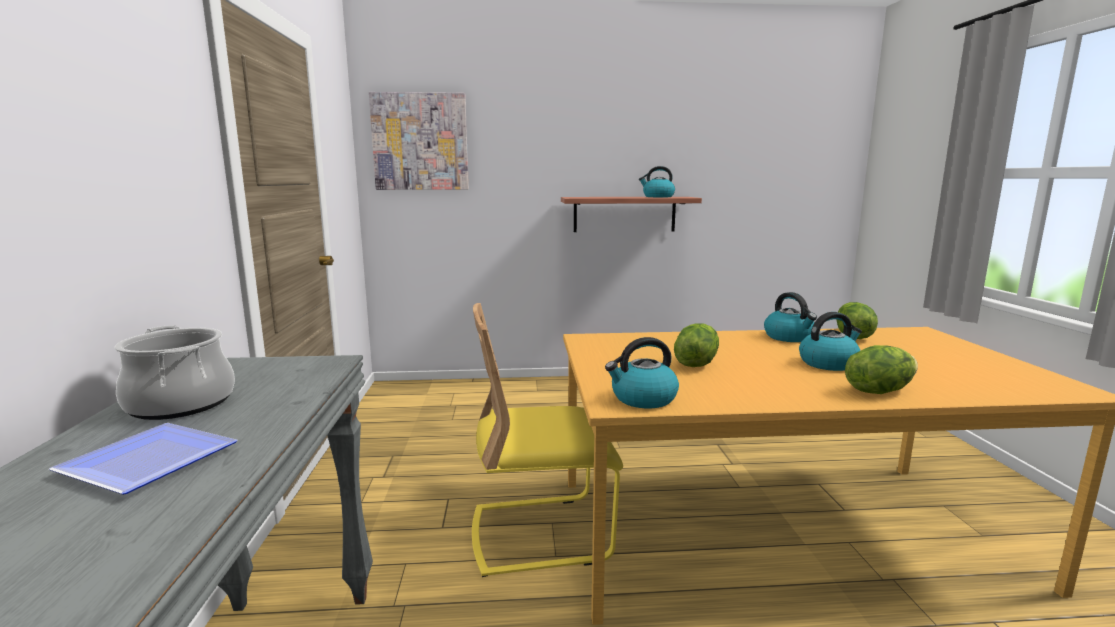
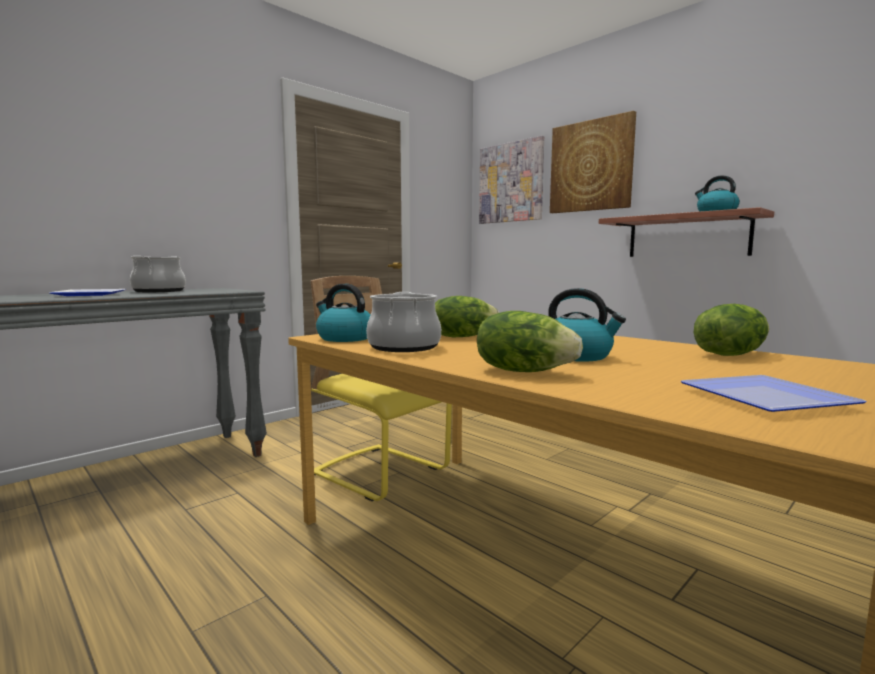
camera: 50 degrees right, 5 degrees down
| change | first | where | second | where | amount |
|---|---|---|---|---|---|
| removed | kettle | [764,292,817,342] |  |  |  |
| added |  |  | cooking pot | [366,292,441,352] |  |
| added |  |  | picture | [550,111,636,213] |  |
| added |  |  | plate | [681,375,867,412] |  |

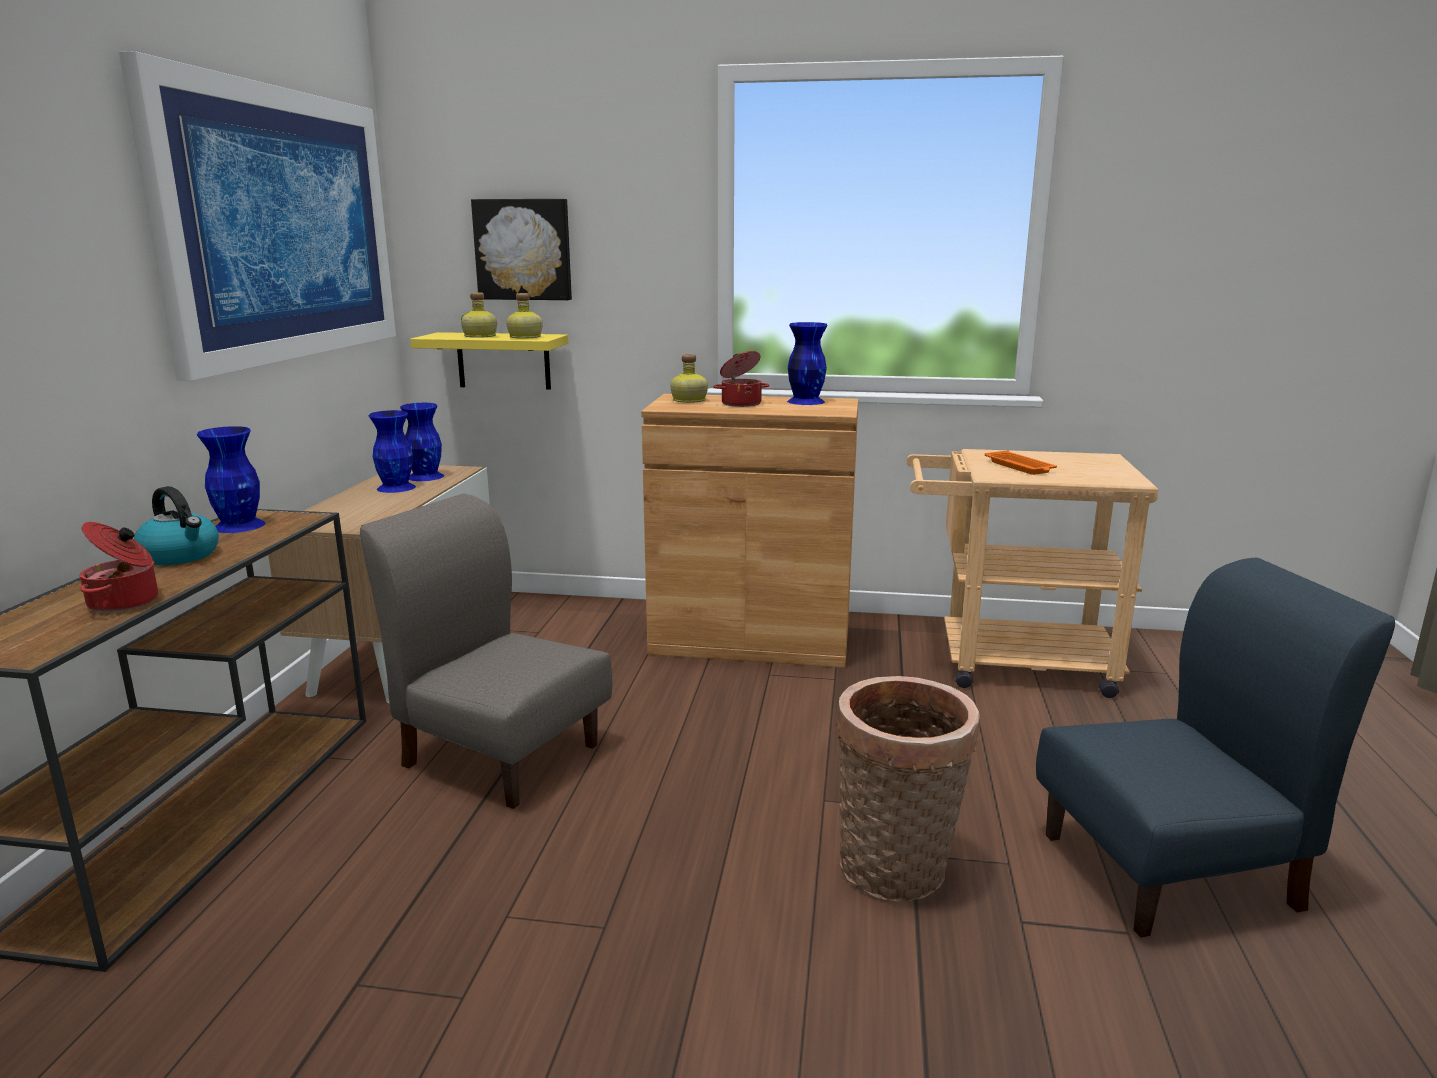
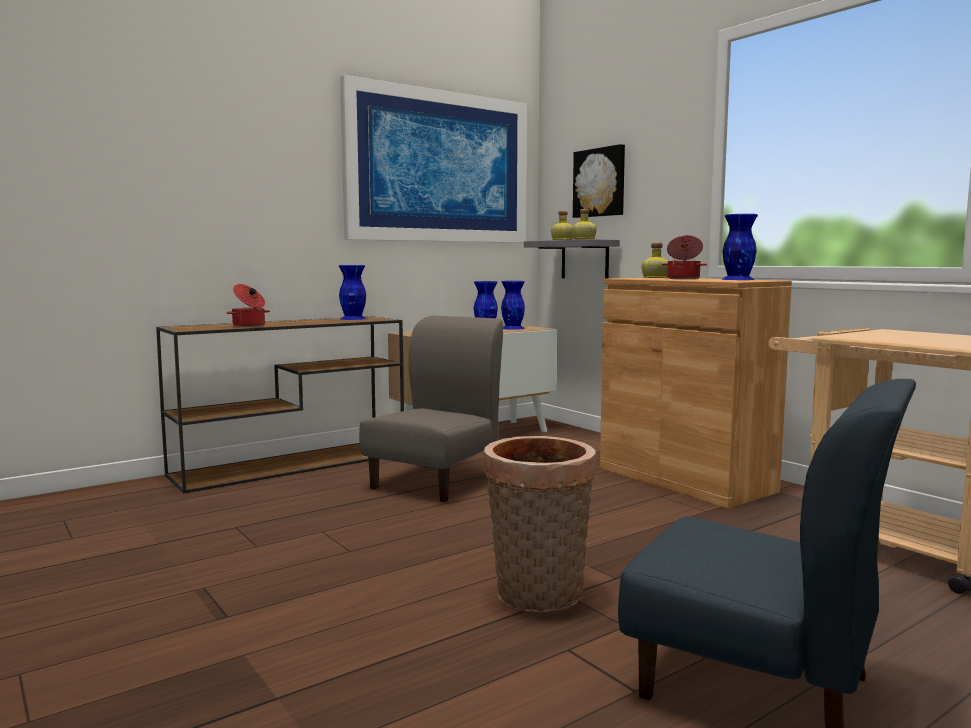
camera: 45 degrees right, 10 degrees down
| change | first | where | second | where | amount |
|---|---|---|---|---|---|
| removed | kettle | [134,486,219,565] |  |  |  |
| turned | grey chair | [360,494,612,809] |  | [359,315,503,502] | 45 degrees clockwise |
| recoloured | yellow shelf | [410,332,568,390] | grey shelf | [524,239,620,279] |  |
| removed | orange tray | [985,450,1057,475] |  |  |  |

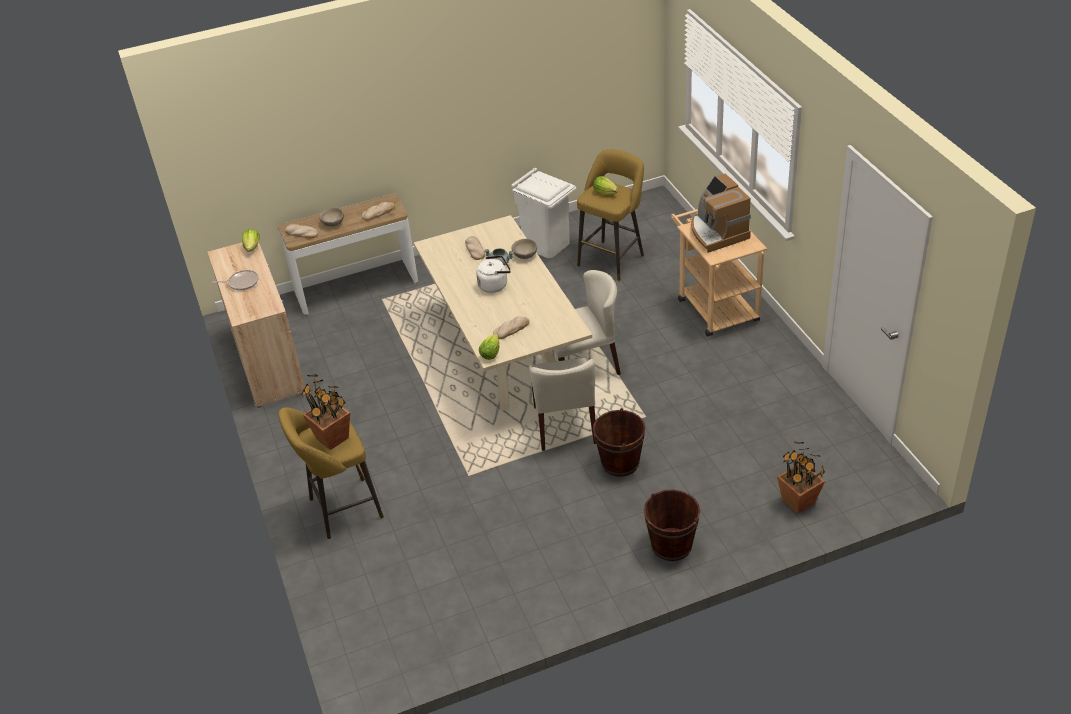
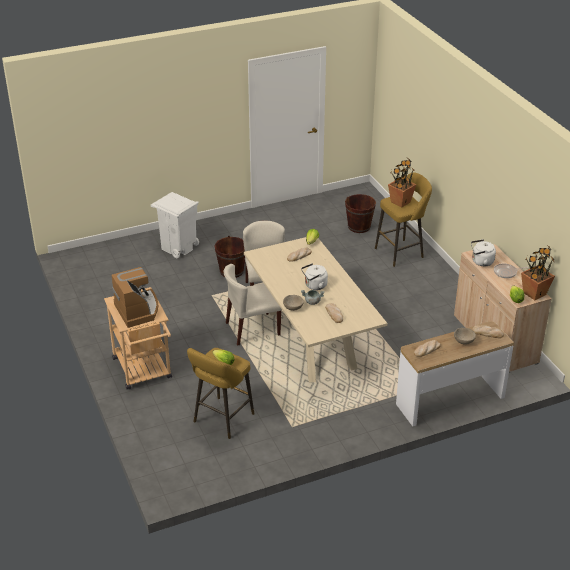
camera: 175 degrees right, 5 degrees down
| change | first | where | second | where | amount |
|---|---|---|---|---|---|
| moved | white trash can | [511,168,576,258] |  | [151,192,199,258] |  |
| moved | brown bucket | [644,489,700,561] |  | [345,194,376,233] |  |
| moved | potted plant | [777,442,825,514] |  | [521,245,555,300] |  |
| added |  |  | white kettle | [471,239,496,266] |  |

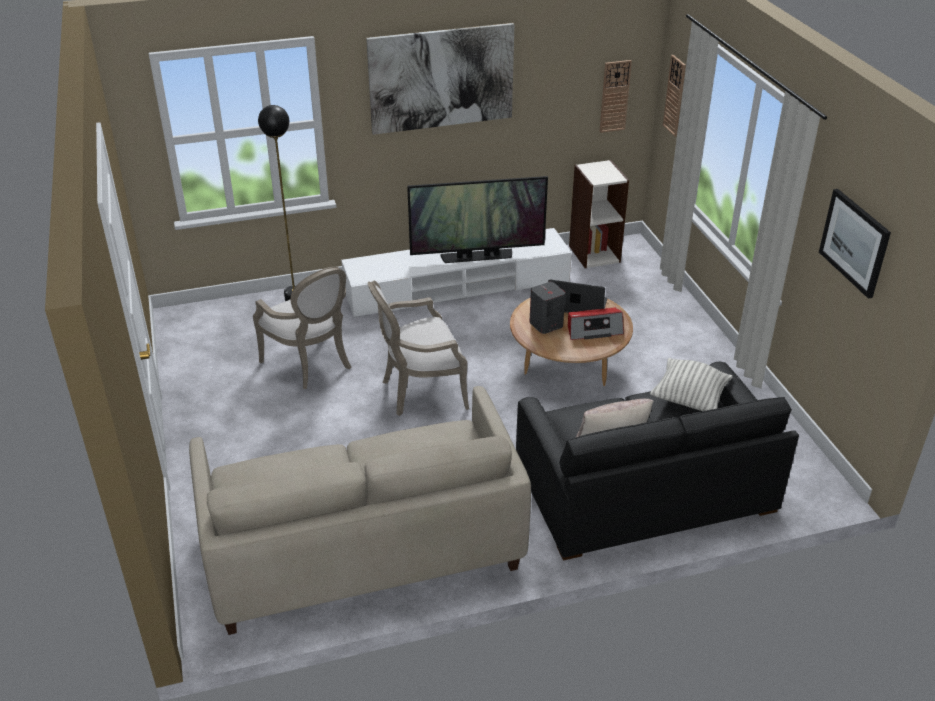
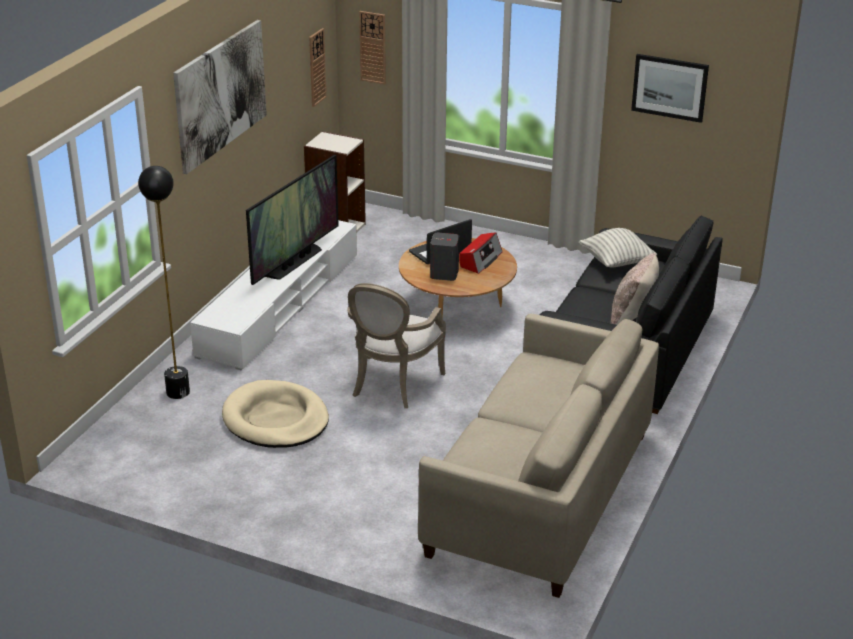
camera: 50 degrees left, 5 degrees down
| change | first | where | second | where | amount |
|---|---|---|---|---|---|
| replaced | armchair | [253,267,352,389] | beige dog bed | [222,380,329,448] |  |

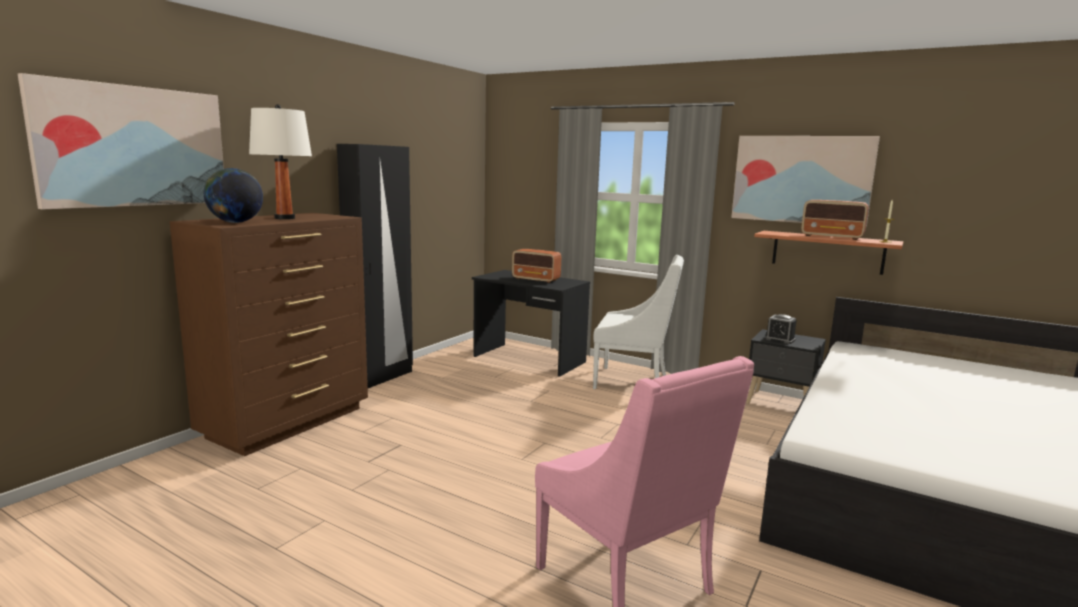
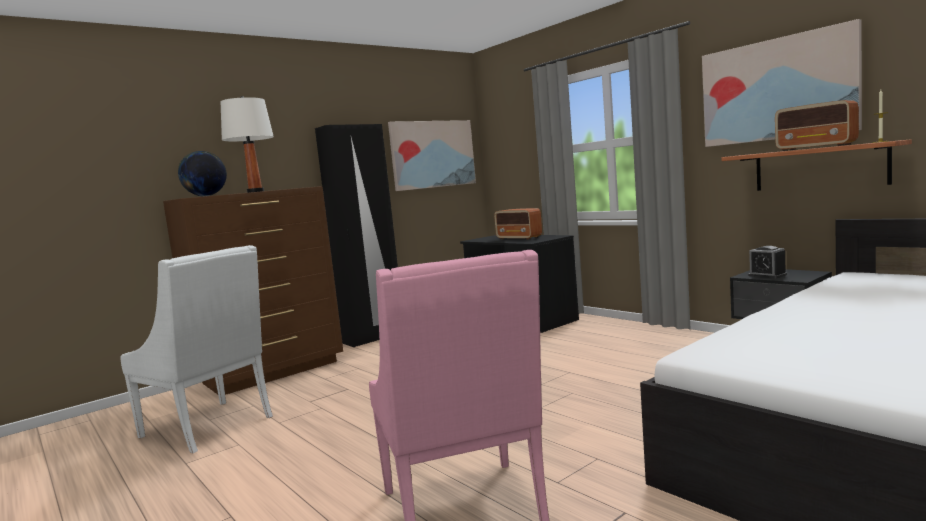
camera: 20 degrees right, 5 degrees down
| change | first | where | second | where | amount |
|---|---|---|---|---|---|
| moved | picture | [18,73,224,209] |  | [388,120,476,191] |  |
| moved | white armchair | [593,255,684,389] |  | [121,245,273,453] |  |

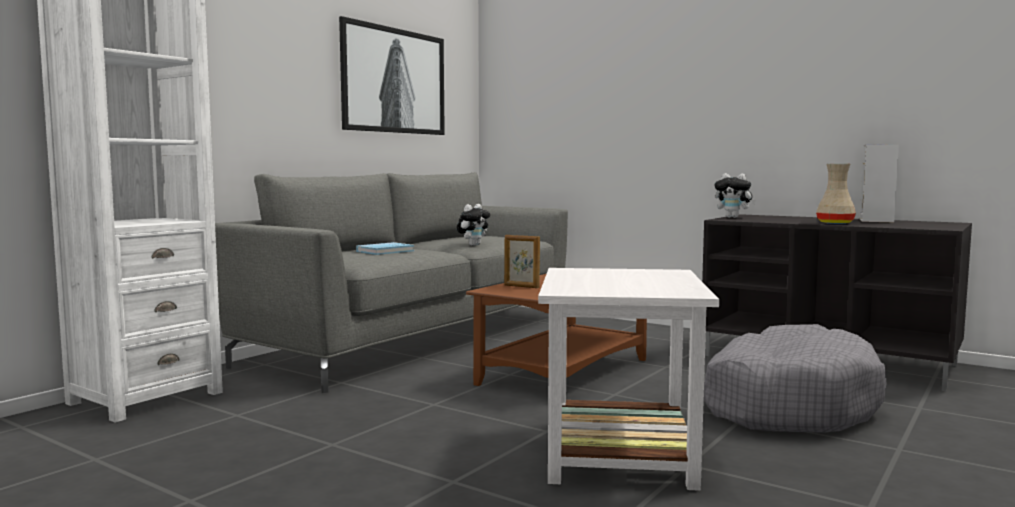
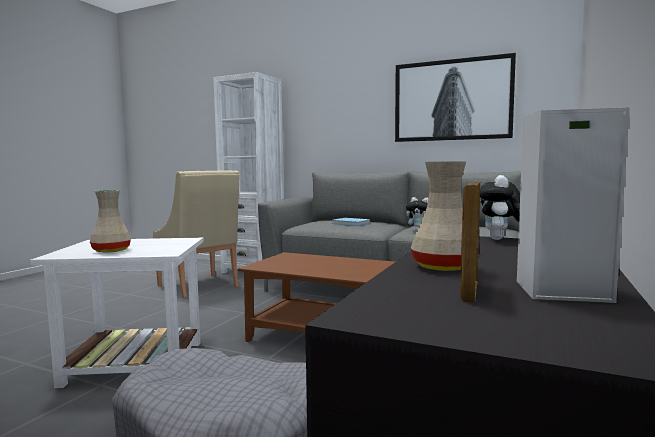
camera: 80 degrees right, 0 degrees up
| change | first | where | second | where | amount |
|---|---|---|---|---|---|
| moved | picture frame | [504,235,540,288] |  | [460,182,480,302] |  |
| added |  |  | beige vase | [90,190,131,253] |  |
| added |  |  | beige armchair | [153,170,240,298] |  |

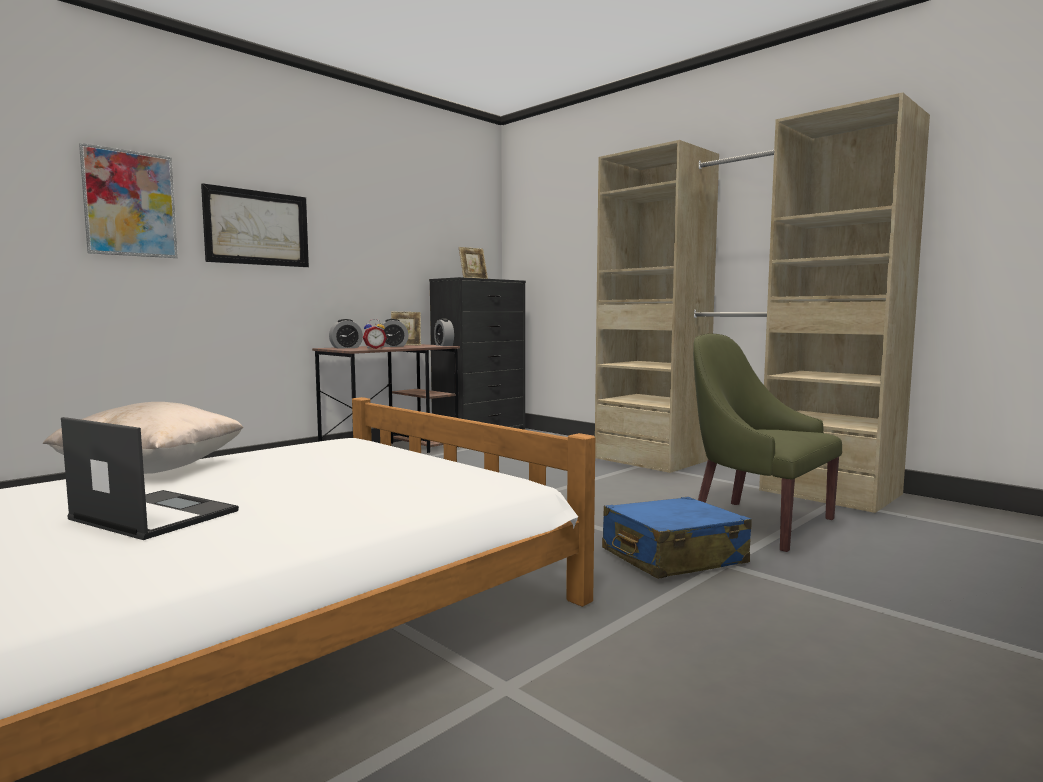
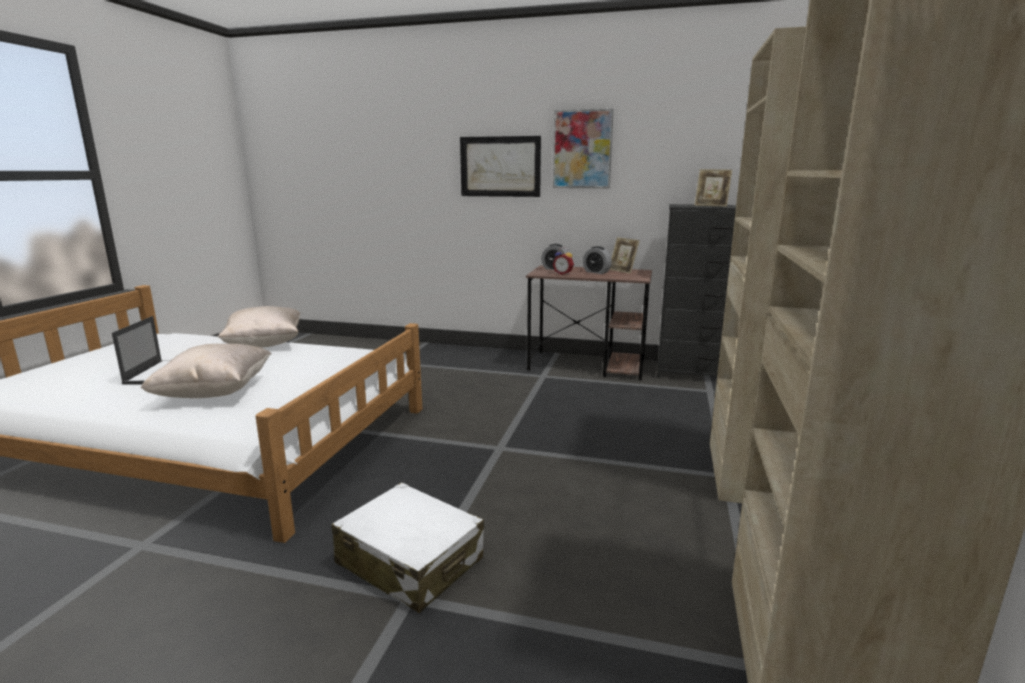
camera: 60 degrees right, 10 degrees up
| change | first | where | second | where | amount |
|---|---|---|---|---|---|
| moved | picture | [79,143,178,258] |  | [553,109,614,188] |  |
| removed | alarm clock | [434,319,454,346] |  |  |  |
| recoloured | blue suitcase | [602,497,752,579] | white suitcase | [332,482,484,613] |  |
| removed | green armchair | [693,333,842,552] |  |  |  |
| added |  |  | beige pillow | [141,344,272,398] |  |

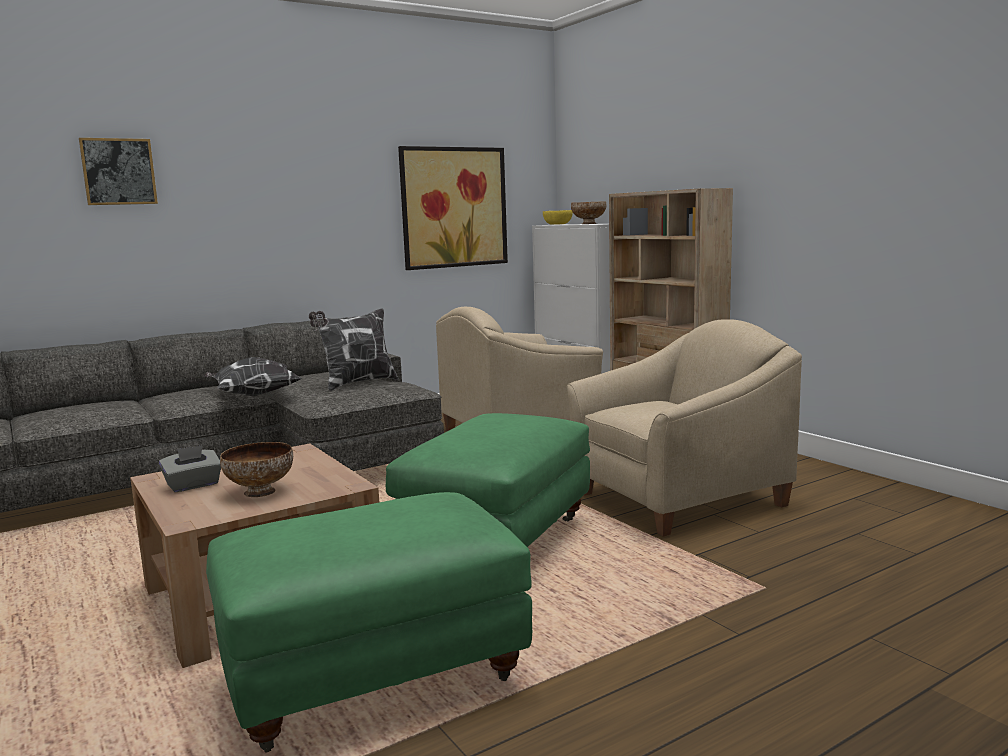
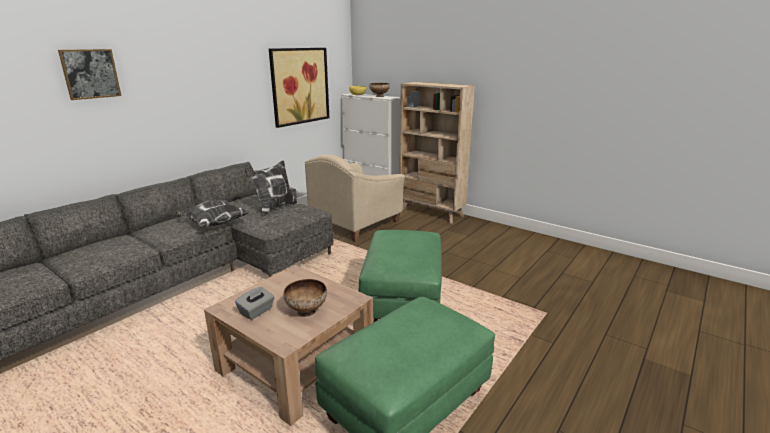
camera: 20 degrees left, 10 degrees up
| change | first | where | second | where | amount |
|---|---|---|---|---|---|
| removed | beige armchair | [567,319,802,537] |  |  |  |

